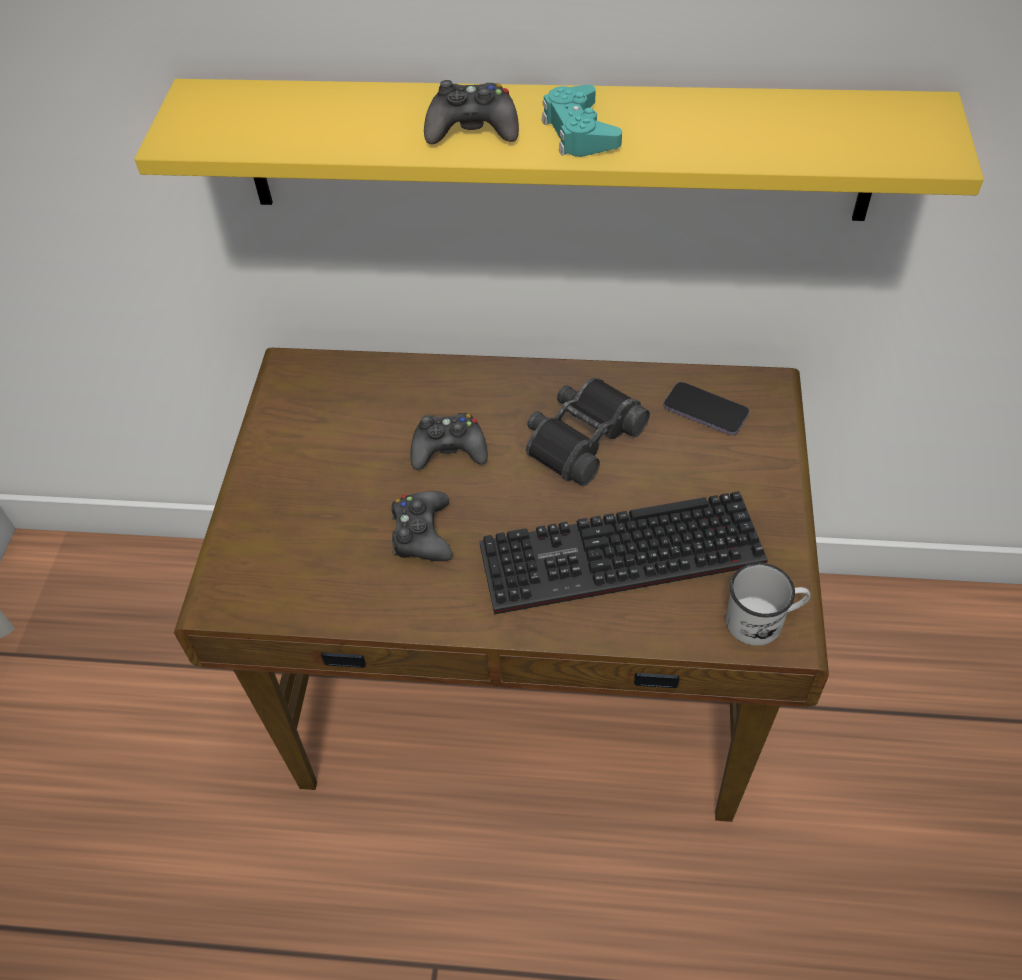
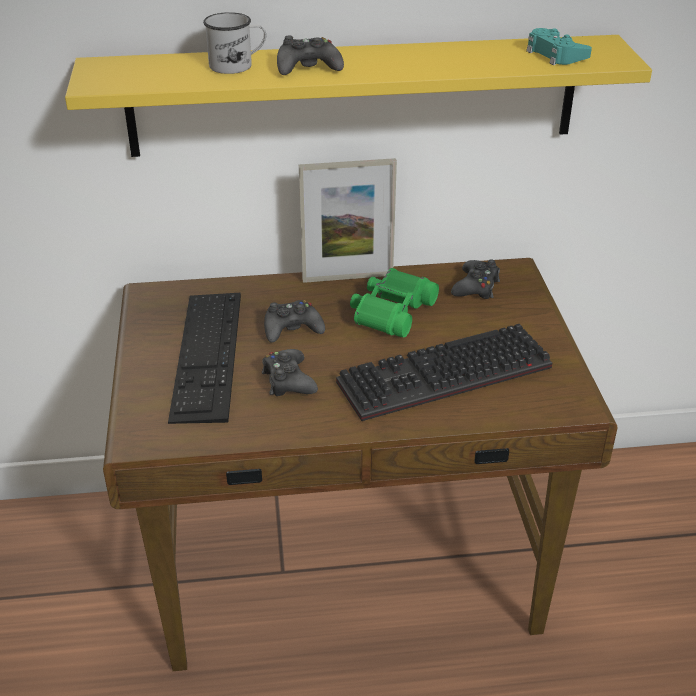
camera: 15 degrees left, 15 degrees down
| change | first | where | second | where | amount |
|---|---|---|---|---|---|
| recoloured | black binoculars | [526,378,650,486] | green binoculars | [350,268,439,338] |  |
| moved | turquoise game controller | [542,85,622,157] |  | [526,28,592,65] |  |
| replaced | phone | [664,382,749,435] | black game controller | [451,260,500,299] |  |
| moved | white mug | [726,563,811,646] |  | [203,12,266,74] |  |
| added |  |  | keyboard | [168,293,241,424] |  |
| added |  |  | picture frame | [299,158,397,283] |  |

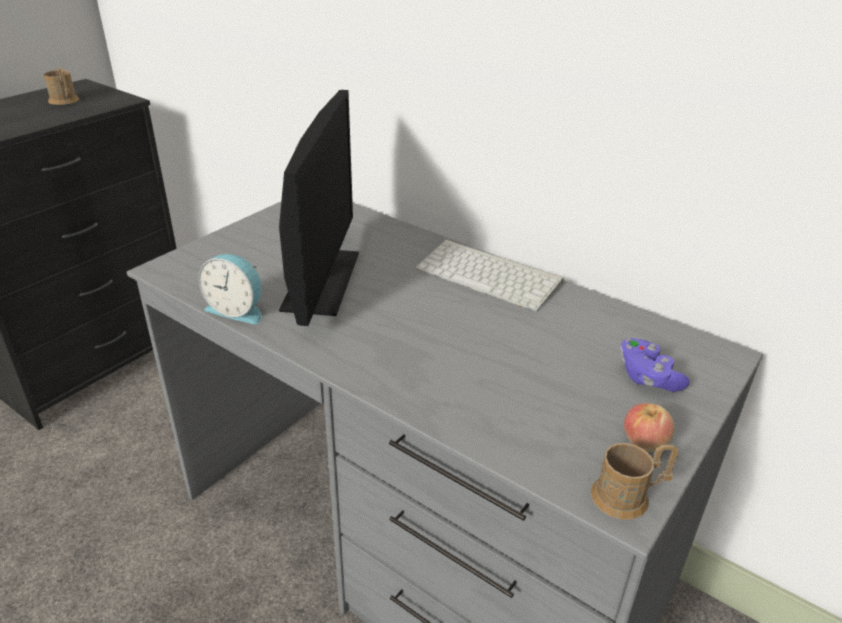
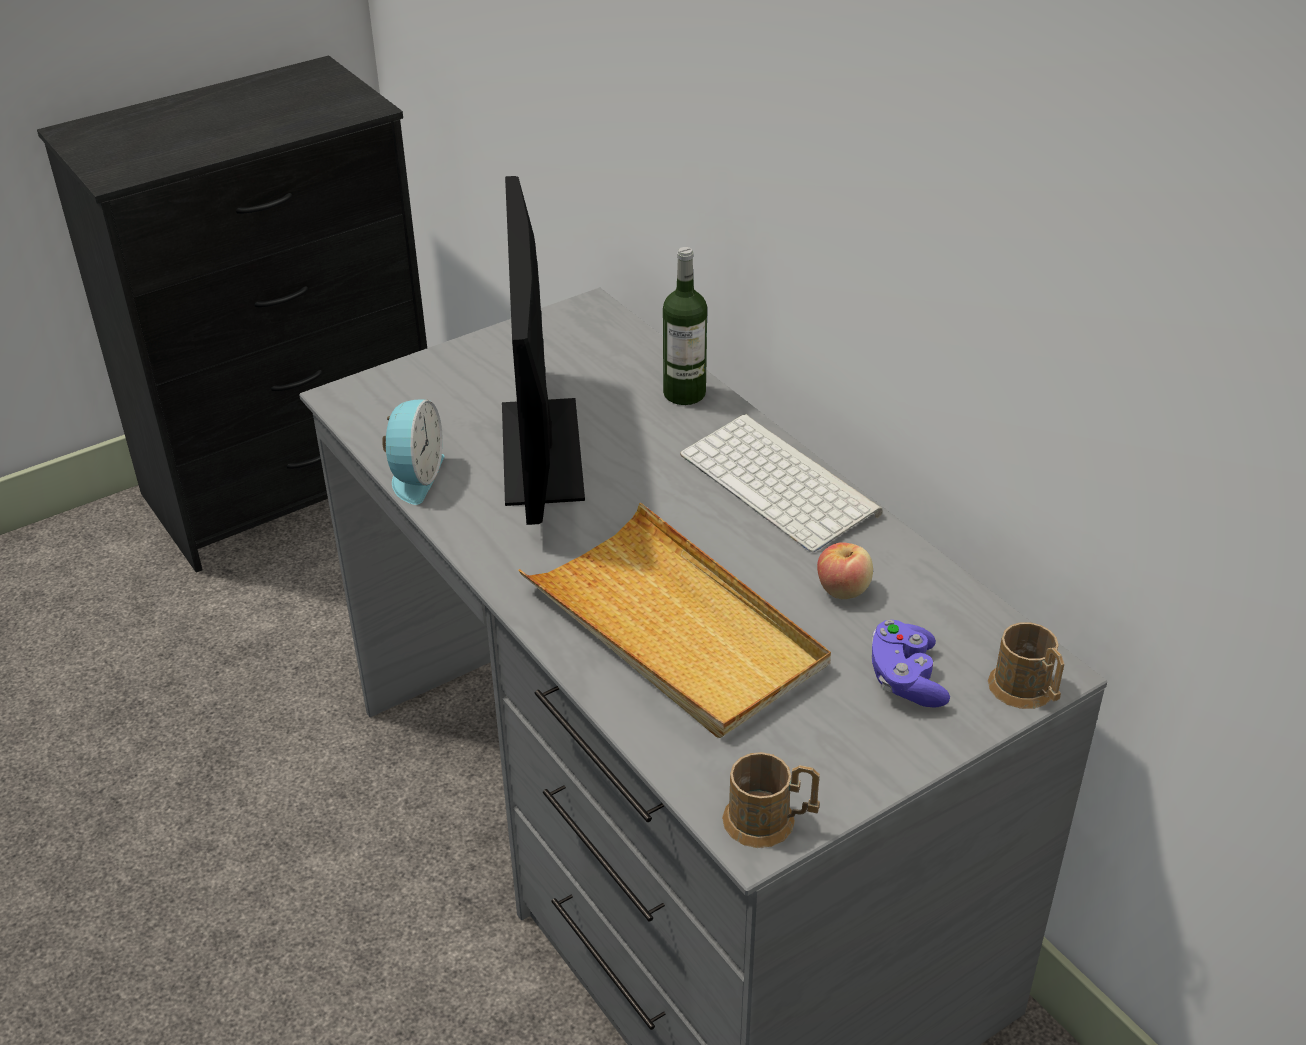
camera: 20 degrees right, 5 degrees up
| change | first | where | second | where | amount |
|---|---|---|---|---|---|
| moved | brown mug | [43,67,79,105] |  | [988,622,1064,709] |  |
| turned | alarm clock | [198,254,262,324] |  | [382,400,444,505] | 120 degrees counterclockwise |
| turned | monitor | [279,90,359,326] |  | [502,176,585,525] | 150 degrees clockwise |
| moved | apple | [624,403,674,452] |  | [817,542,873,599] |  |
| added |  |  | beige tray | [518,503,831,738] |  |
| added |  |  | bottle | [663,247,707,405] |  |

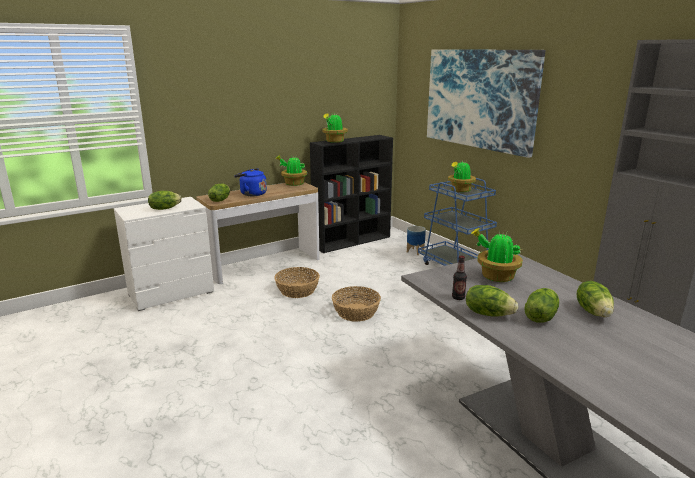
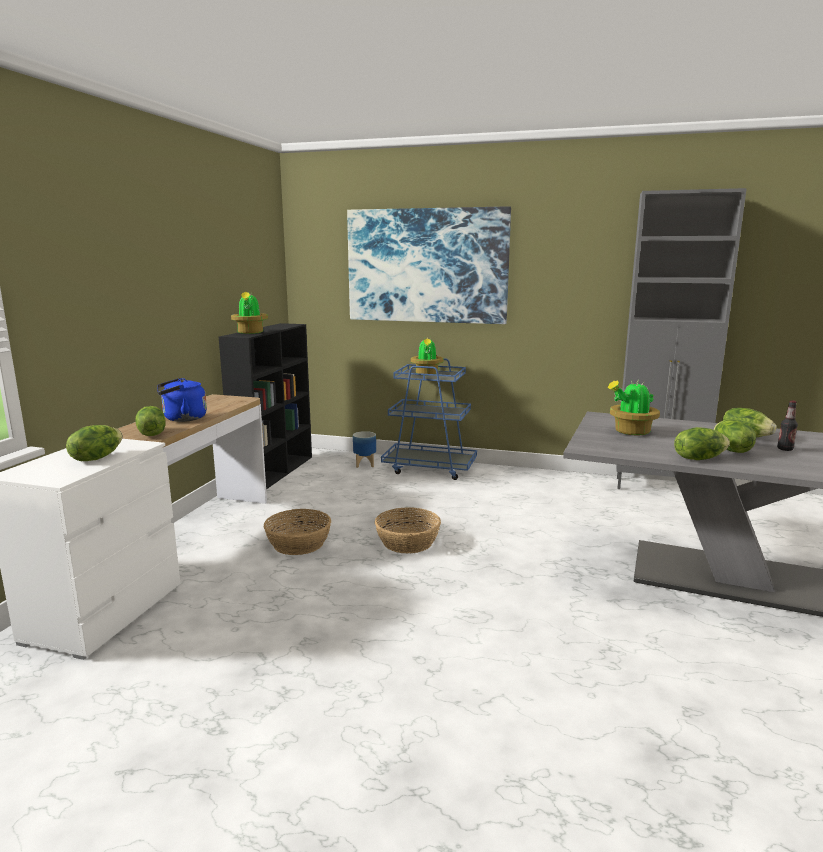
camera: 40 degrees left, 5 degrees down
| change | first | where | second | where | amount |
|---|---|---|---|---|---|
| removed | potted plant | [276,155,307,186] |  |  |  |
| moved | bottle | [452,255,467,300] |  | [777,401,798,451] |  |

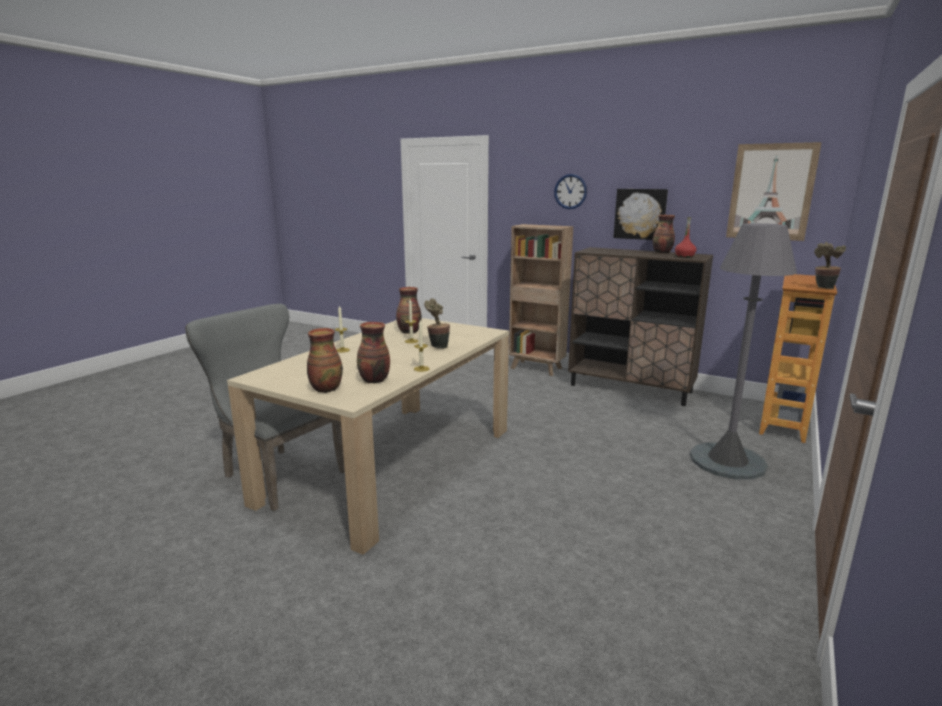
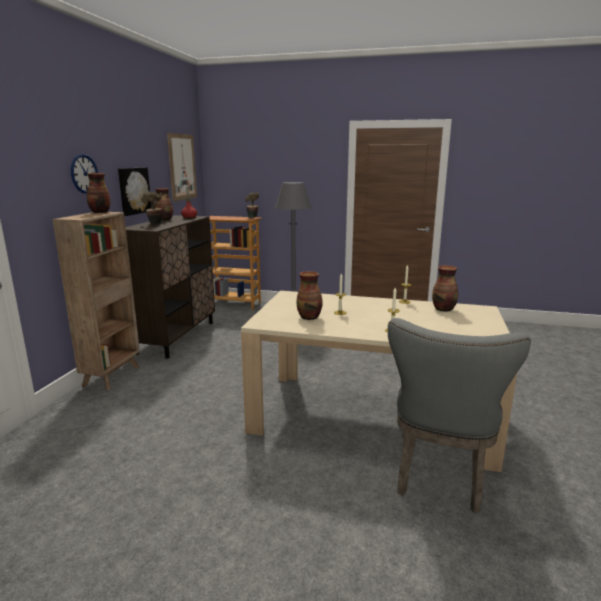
camera: 105 degrees left, 0 degrees up
| change | first | where | second | where | amount |
|---|---|---|---|---|---|
| moved | vase | [307,328,343,393] |  | [87,173,110,213] |  |
| moved | potted plant | [424,298,450,349] |  | [141,191,162,224] |  |

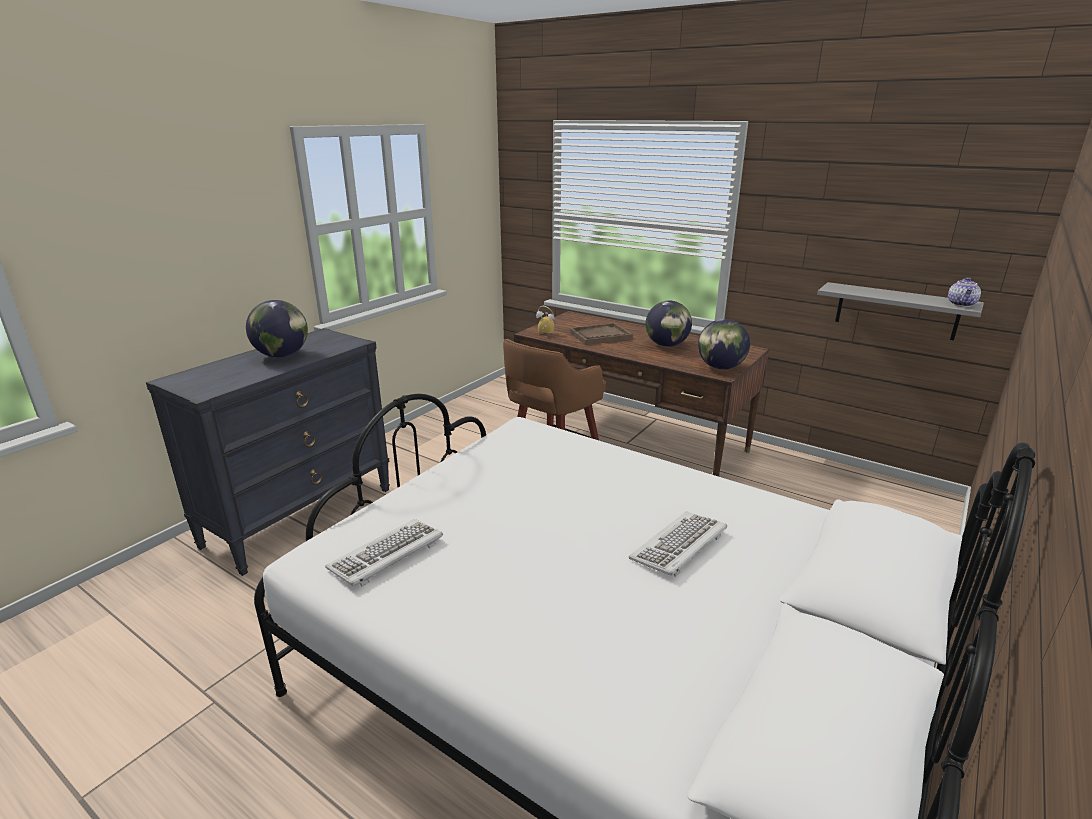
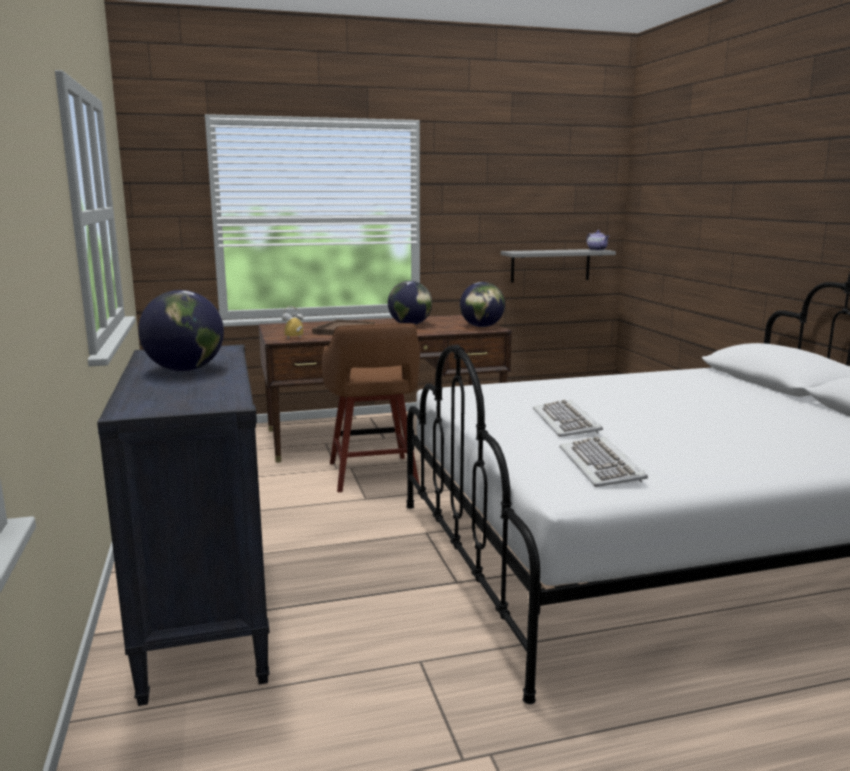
camera: 50 degrees left, 10 degrees down
| change | first | where | second | where | amount |
|---|---|---|---|---|---|
| moved | keyboard | [629,512,727,577] |  | [533,399,603,437] |  |

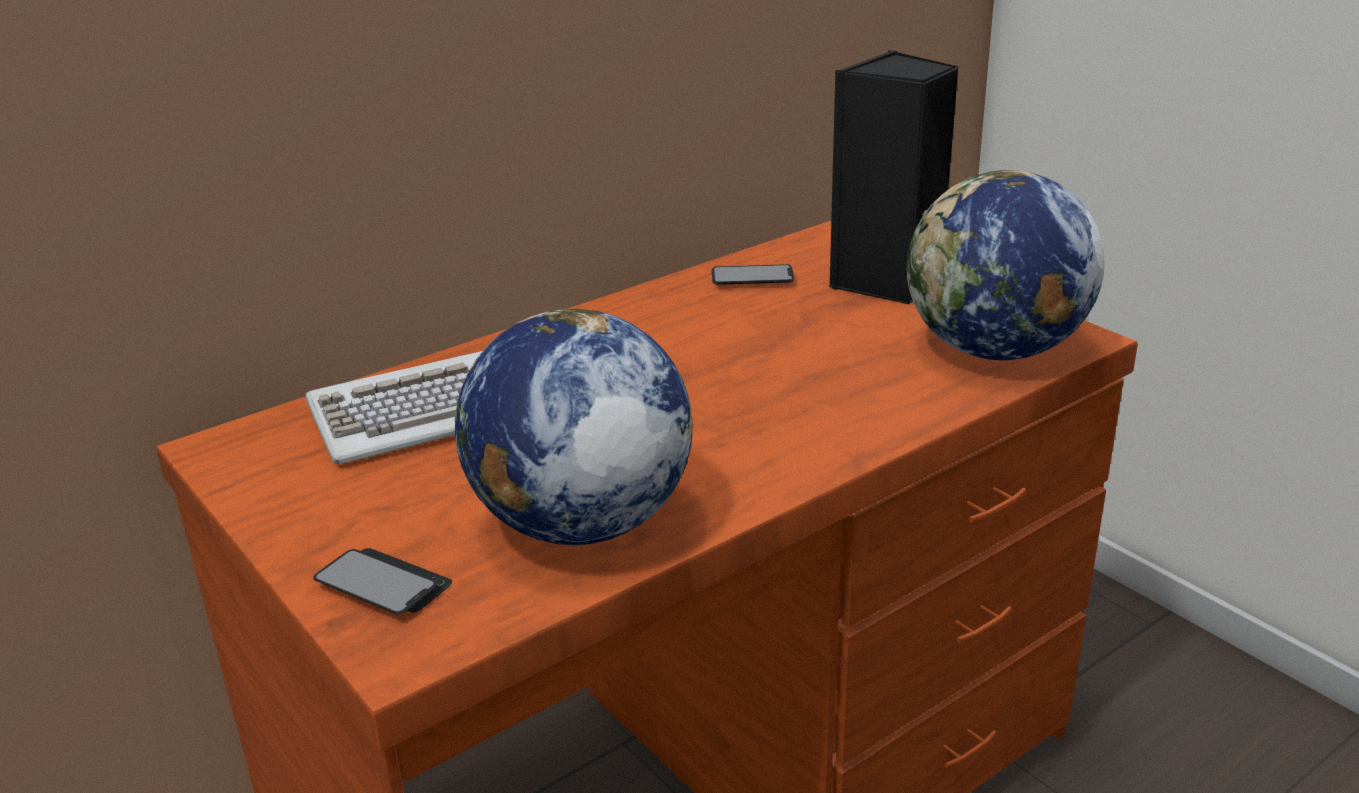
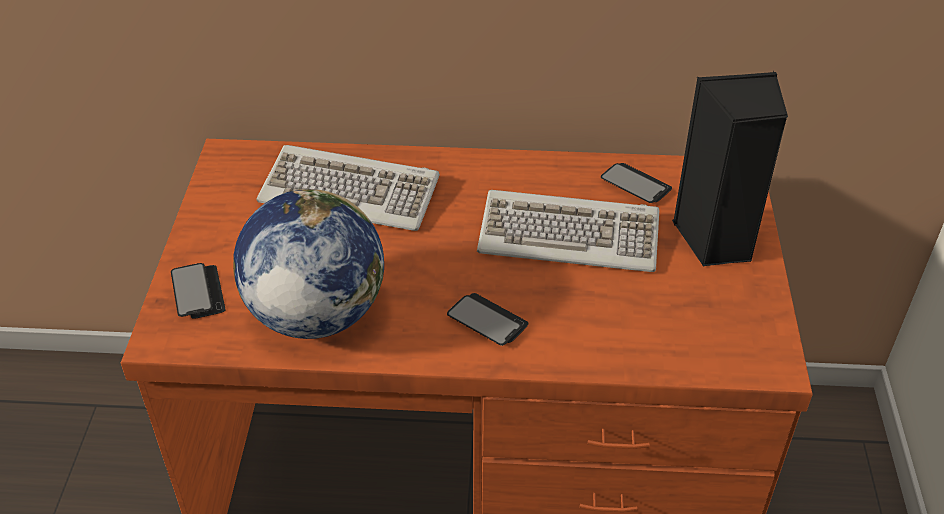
camera: 40 degrees right, 15 degrees up
| change | first | where | second | where | amount |
|---|---|---|---|---|---|
| removed | globe | [907,170,1104,360] |  |  |  |
| added |  |  | phone | [447,293,528,346] |  |
| added |  |  | keyboard | [477,190,659,272] |  |

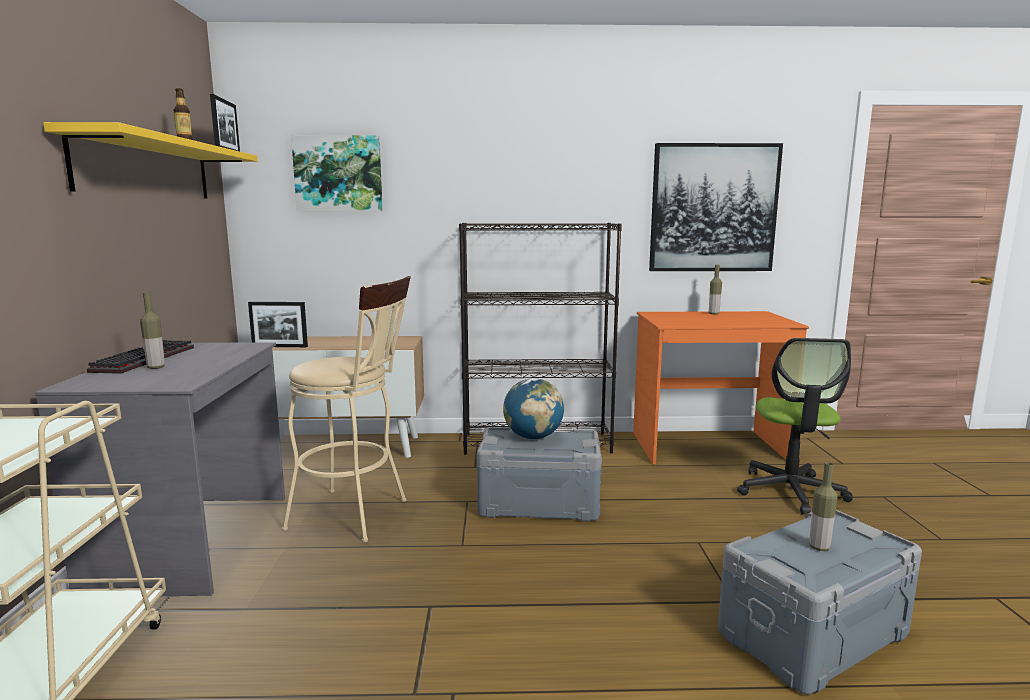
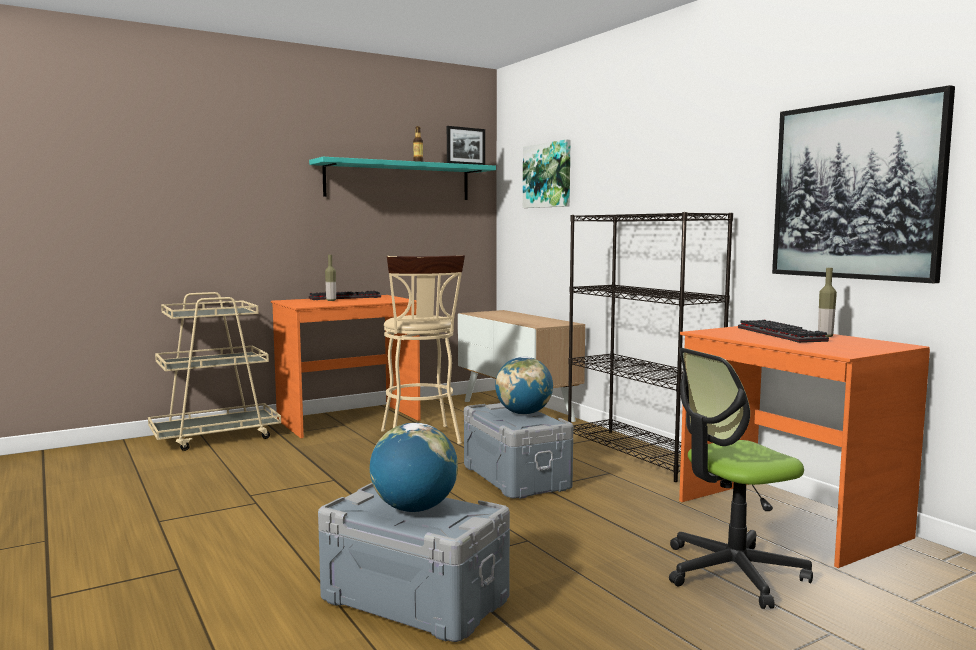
camera: 60 degrees right, 5 degrees down
| change | first | where | second | where | amount |
|---|---|---|---|---|---|
| recoloured | grey desk | [35,342,285,596] | orange desk | [271,295,421,438] |  |
| recoloured | yellow shelf | [43,122,258,199] | turquoise shelf | [309,157,496,200] |  |
| removed | picture frame | [248,302,308,347] |  |  |  |
| replaced | bottle | [809,462,838,551] | globe | [370,423,458,512] |  |
| added |  |  | keyboard | [738,320,829,343] |  |

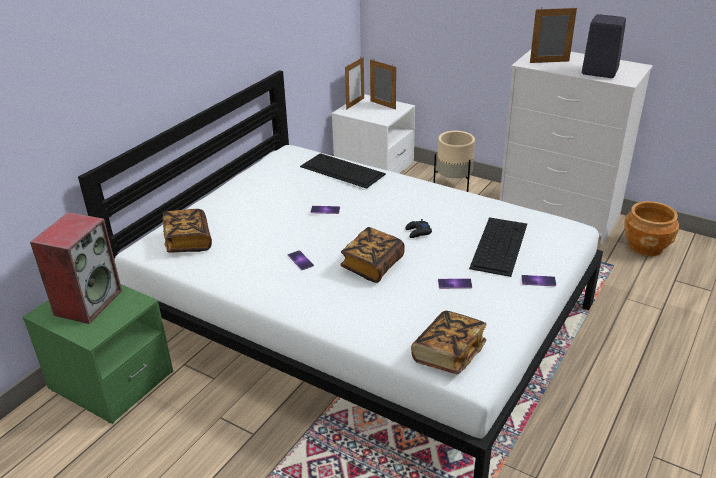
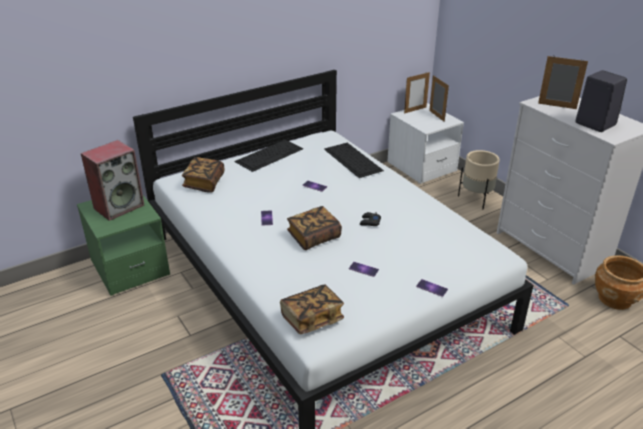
camera: 25 degrees right, 0 degrees up
| change | first | where | second | where | amount |
|---|---|---|---|---|---|
| moved | keyboard | [469,217,527,277] |  | [235,140,303,172] |  |

